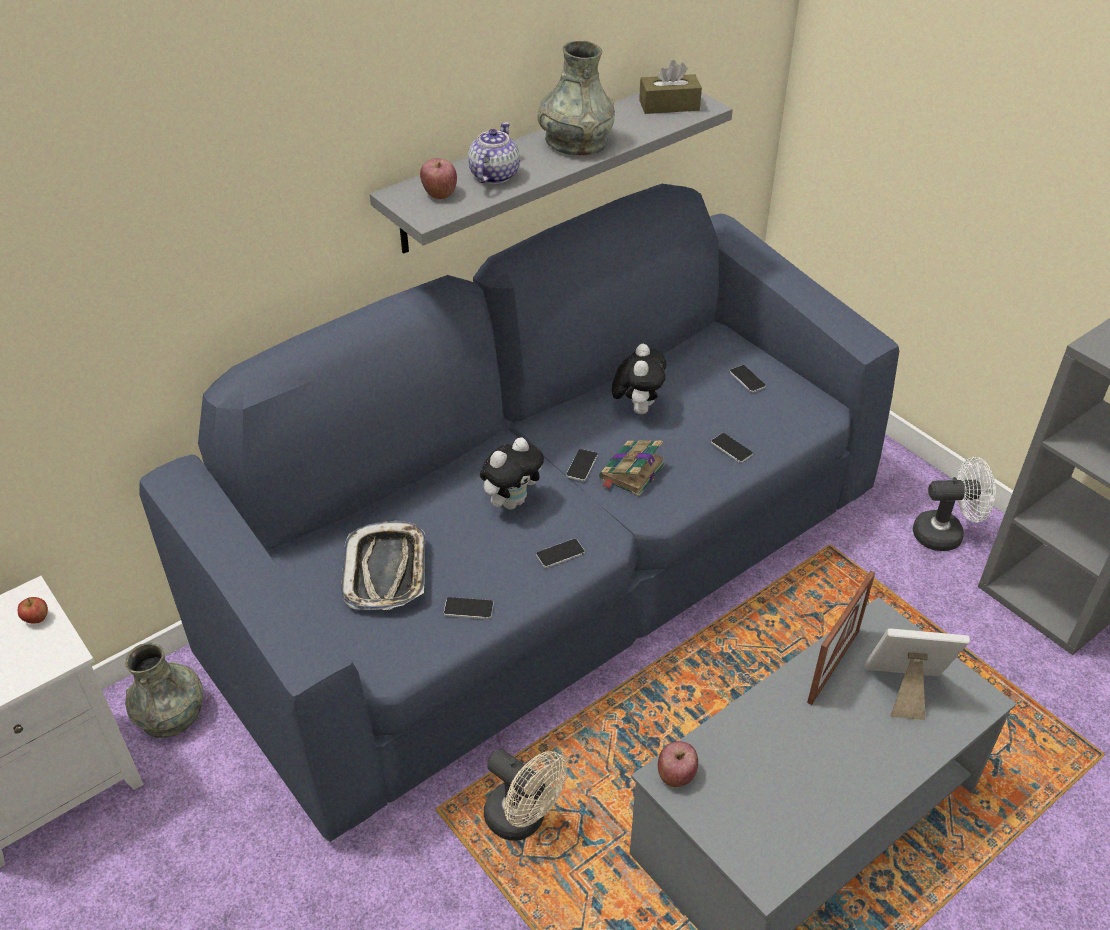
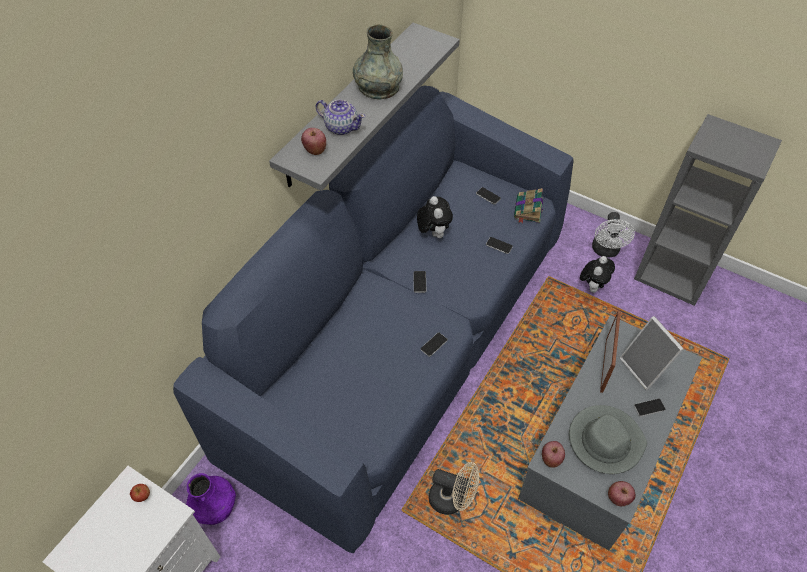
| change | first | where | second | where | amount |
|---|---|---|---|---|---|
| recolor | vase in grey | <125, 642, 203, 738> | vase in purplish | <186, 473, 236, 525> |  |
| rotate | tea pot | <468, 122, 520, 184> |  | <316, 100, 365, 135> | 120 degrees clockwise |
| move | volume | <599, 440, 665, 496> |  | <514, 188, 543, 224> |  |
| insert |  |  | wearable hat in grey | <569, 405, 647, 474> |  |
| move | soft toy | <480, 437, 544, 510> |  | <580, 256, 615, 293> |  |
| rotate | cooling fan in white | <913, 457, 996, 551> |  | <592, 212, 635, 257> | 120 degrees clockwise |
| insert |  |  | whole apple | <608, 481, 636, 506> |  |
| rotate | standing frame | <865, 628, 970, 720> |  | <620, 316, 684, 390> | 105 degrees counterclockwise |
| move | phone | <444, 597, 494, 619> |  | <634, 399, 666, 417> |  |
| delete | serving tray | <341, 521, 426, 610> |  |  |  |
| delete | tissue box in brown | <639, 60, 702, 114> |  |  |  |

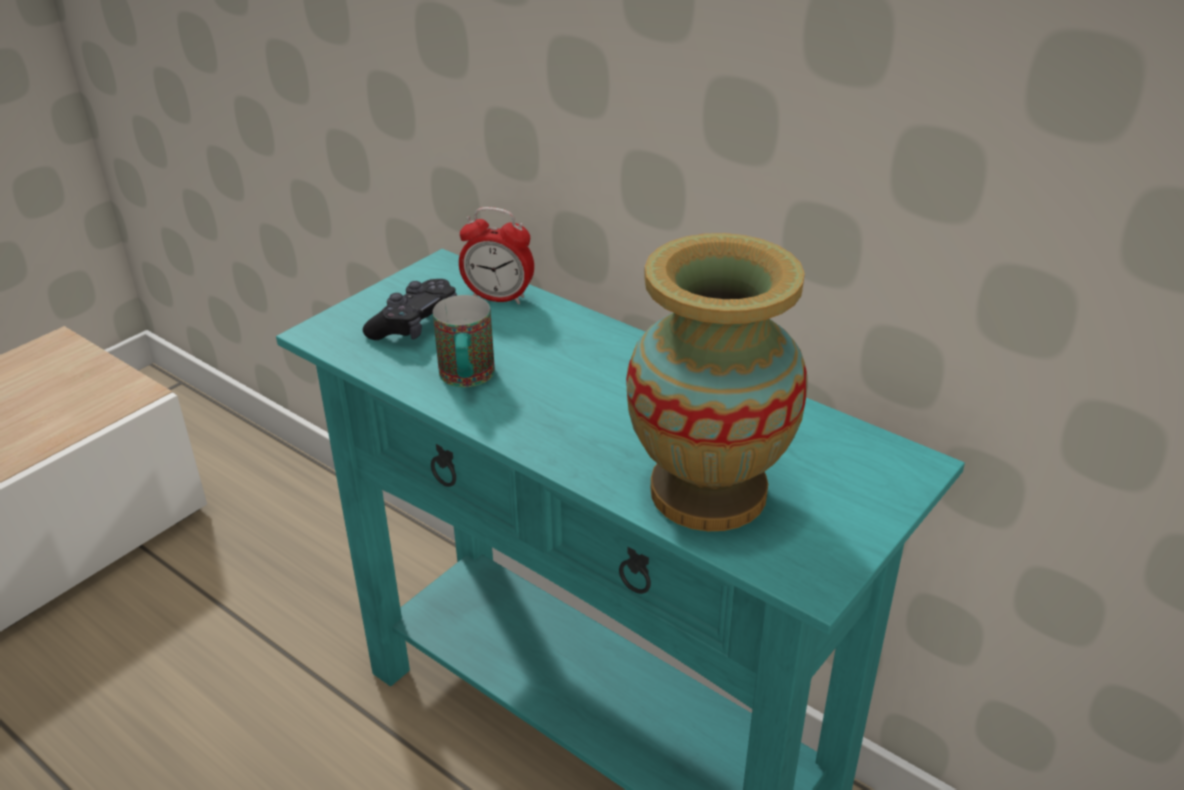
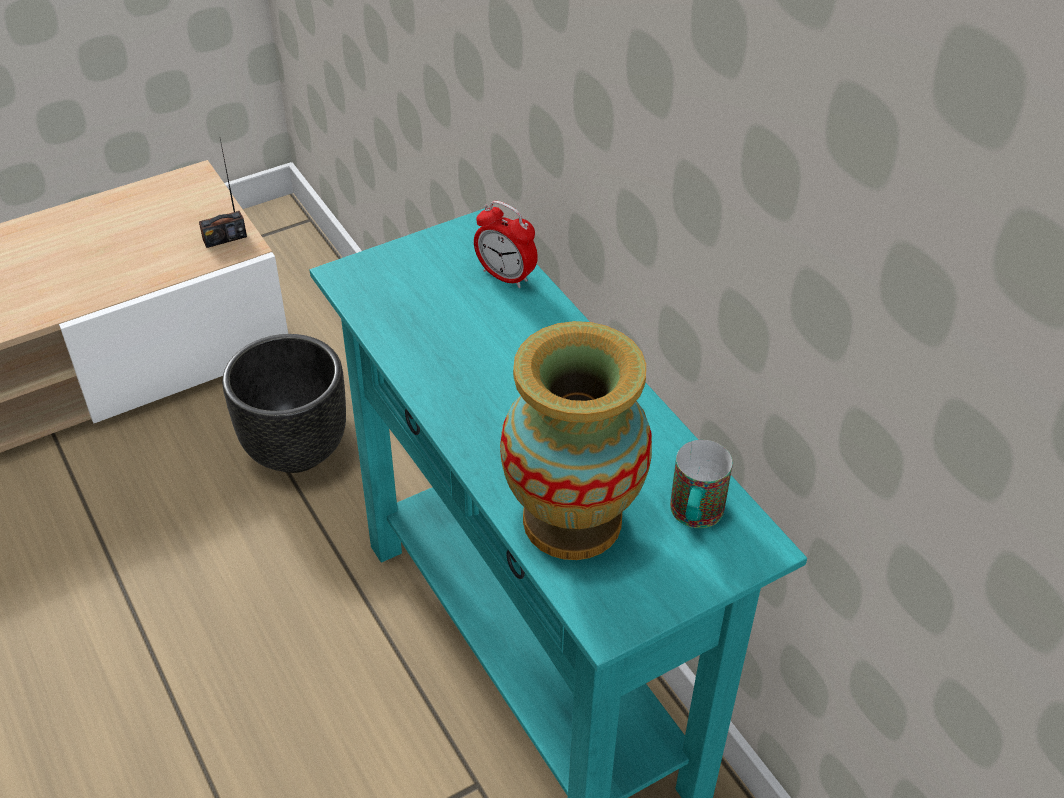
| change | first | where | second | where | amount |
|---|---|---|---|---|---|
| insert |  |  | radio | <199, 139, 247, 248> |  |
| insert |  |  | planter in black-coloured | <222, 334, 346, 473> |  |
| move | coffee mug | <433, 295, 495, 387> |  | <670, 440, 733, 528> |  |
| delete | game controller in black-coloured | <363, 279, 457, 340> |  |  |  |

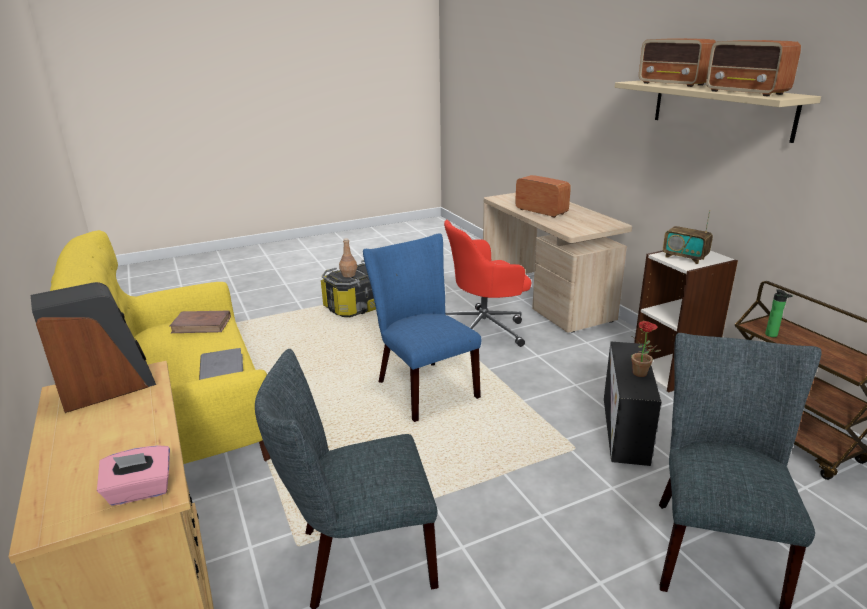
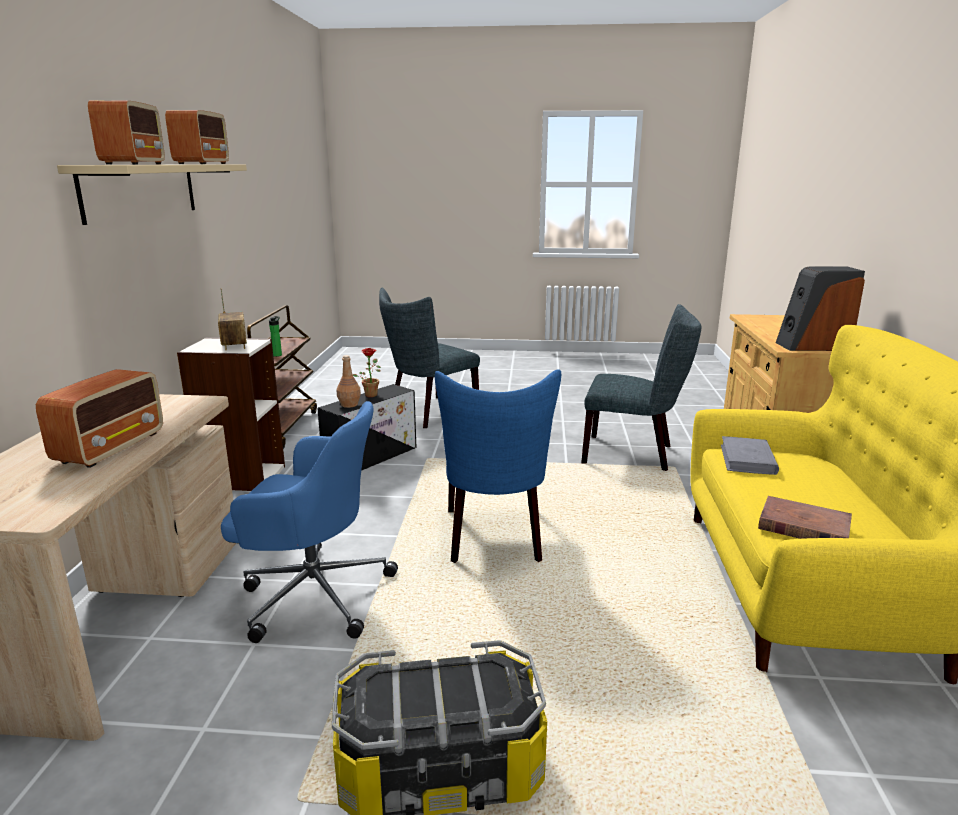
| change | first | where | second | where | amount |
|---|---|---|---|---|---|
| rotate | radio | <515, 175, 571, 218> |  | <36, 369, 163, 468> | 150 degrees counterclockwise |
| recolor | office chair in reddish | <444, 220, 531, 347> | office chair in bluish | <221, 401, 398, 643> |  |
| move | beverage bottle in brown | <339, 238, 357, 278> |  | <337, 355, 361, 408> |  |
| delete | tissue box in pink | <97, 445, 170, 506> |  |  |  |

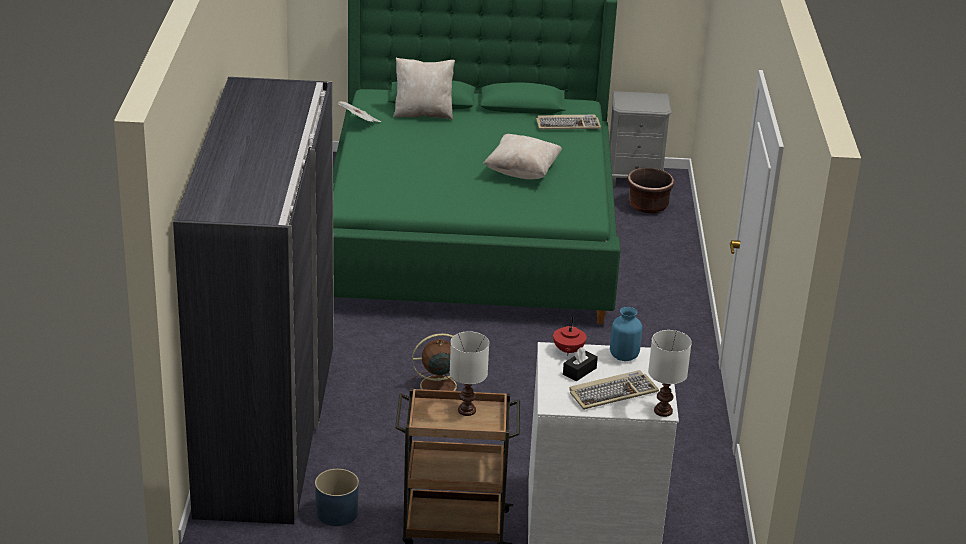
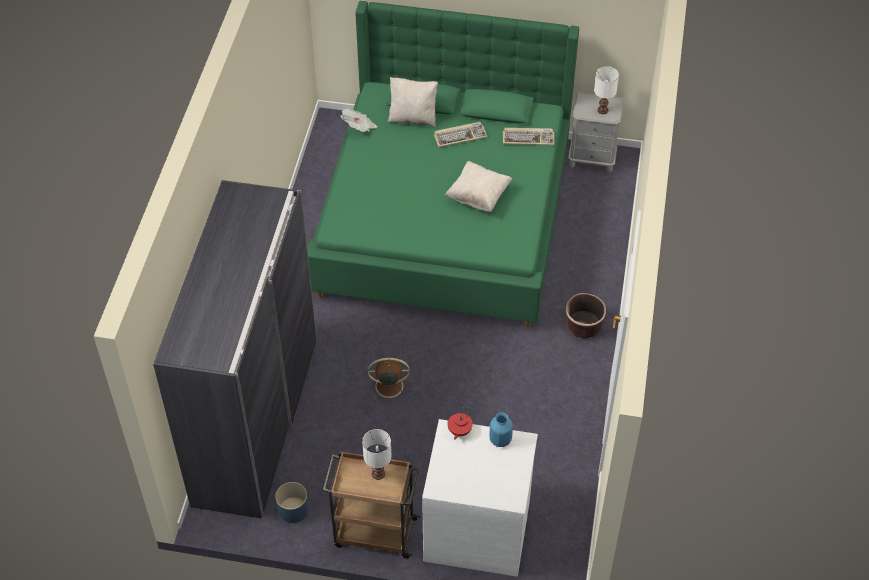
| change | first | where | second | where | amount |
|---|---|---|---|---|---|
| move | keyboard | <569, 370, 659, 410> |  | <434, 122, 488, 147> |  |
| move | planter in brown | <627, 167, 674, 213> |  | <565, 293, 606, 338> |  |
| move | lamp for a table in white | <648, 330, 692, 417> |  | <594, 66, 619, 114> |  |
| delete | tissue box in black-coloured | <563, 347, 598, 381> |  |  |  |

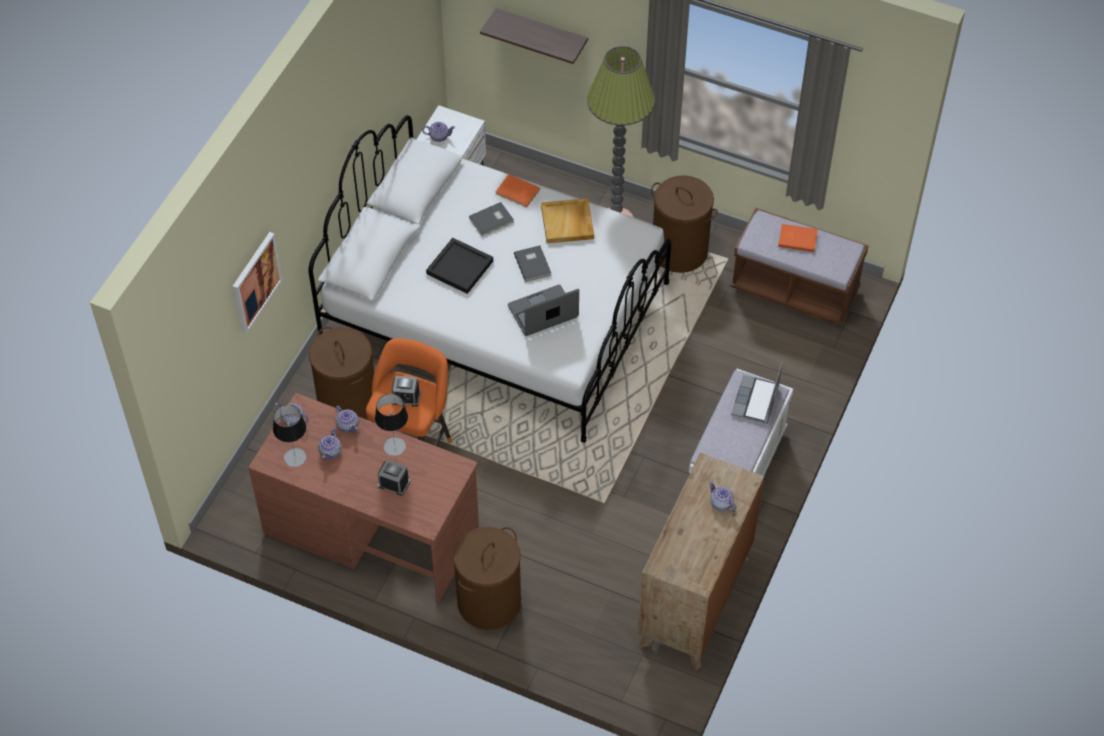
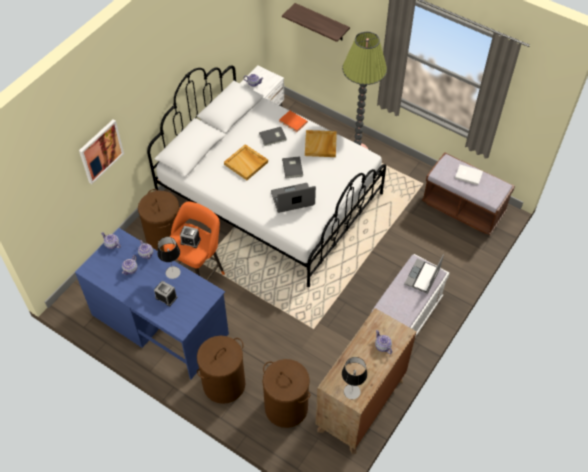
| change | first | where | second | where | amount |
|---|---|---|---|---|---|
| recolor | desk in brown | <248, 393, 479, 603> | desk in bluish | <75, 228, 229, 379> |  |
| recolor | serving tray in black-coloured | <426, 238, 493, 294> | serving tray in beige-coloured | <224, 144, 268, 180> |  |
| move | hamper in brown | <651, 175, 718, 273> |  | <263, 359, 310, 428> |  |
| move | lamp for a table | <273, 405, 306, 467> |  | <342, 357, 367, 399> |  |
| recolor | volume in orangey | <778, 224, 818, 252> | volume in white | <455, 165, 483, 185> |  |

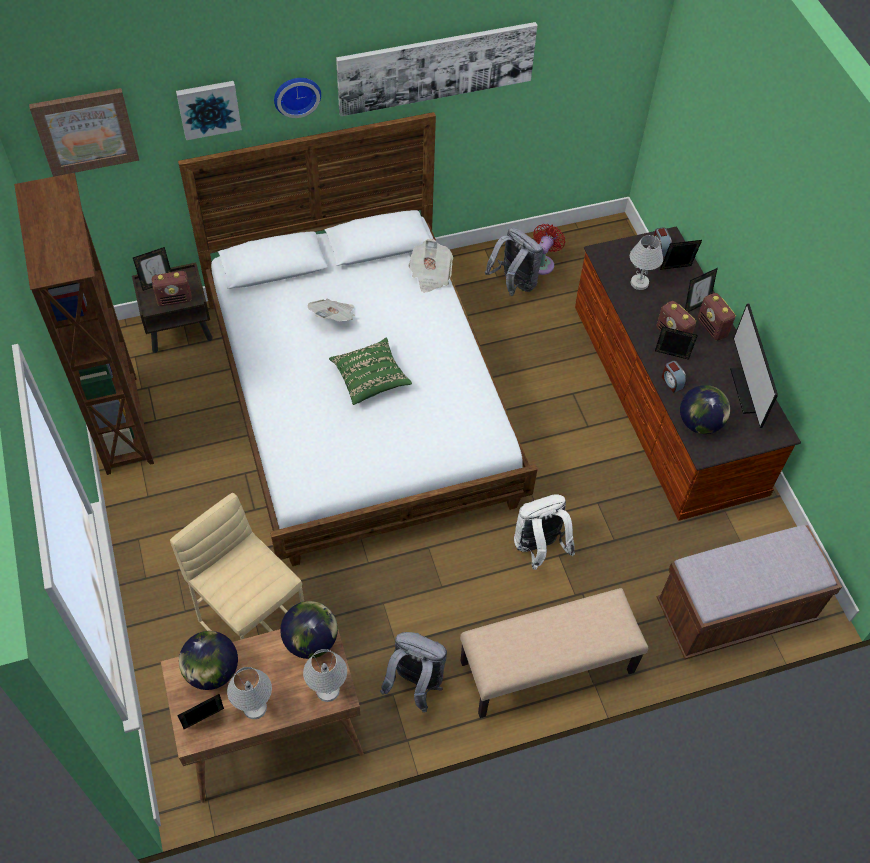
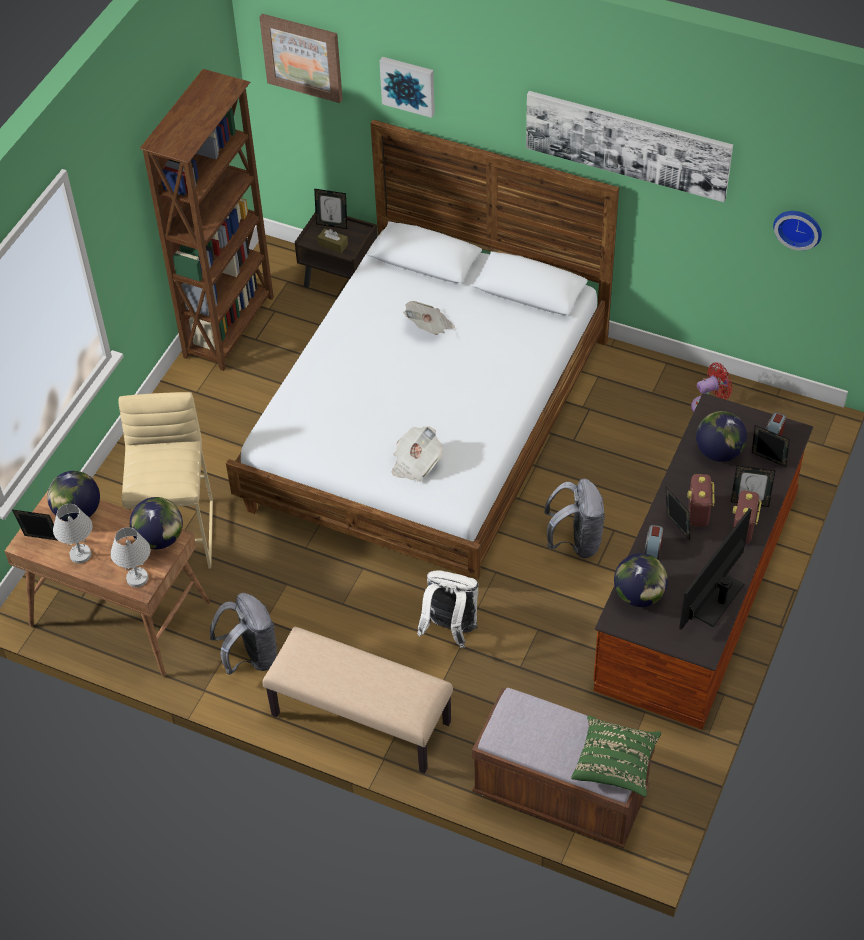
| change | first | where | second | where | amount |
|---|---|---|---|---|---|
| replace | radio | <152, 271, 192, 306> | tissue box in brown | <318, 228, 348, 253> |  |
| move | daily paper | <409, 239, 453, 293> |  | <392, 426, 443, 481> |  |
| move | rucksack in grey | <485, 228, 543, 296> |  | <544, 479, 605, 558> |  |
| move | throw pillow in green-coloured | <329, 338, 412, 405> |  | <571, 715, 661, 797> |  |
| replace | lamp for a table in white | <630, 235, 663, 290> | world globe | <696, 411, 747, 462> |  |
| move | clock on the wall | <274, 78, 321, 118> |  | <773, 211, 822, 251> |  |

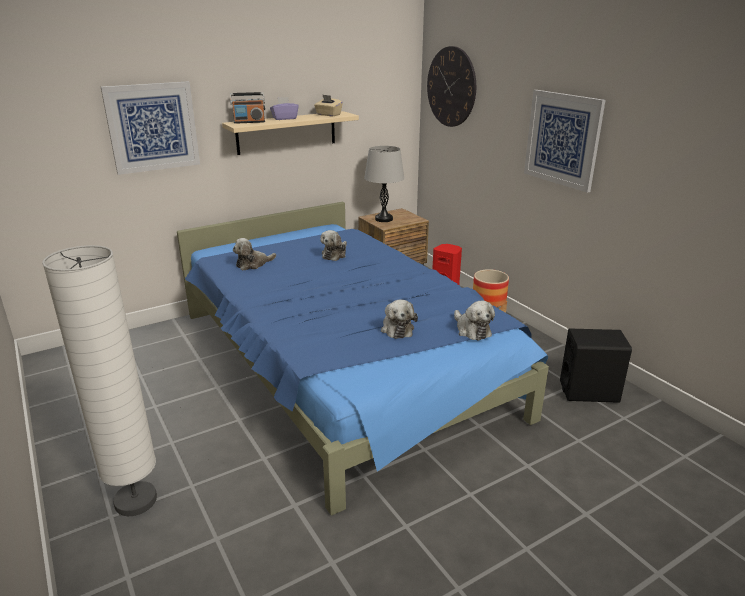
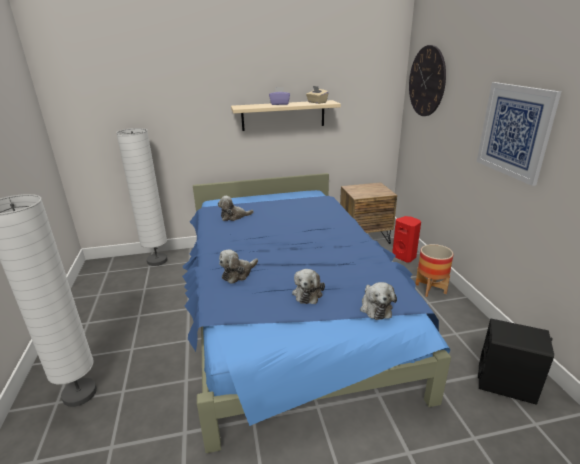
| change | first | where | second | where | amount |
|---|---|---|---|---|---|
| insert |  |  | floor lamp in white | <116, 128, 167, 266> |  |
| move | soft toy | <320, 230, 347, 261> |  | <219, 249, 258, 284> |  |
| delete | wall picture | <101, 81, 200, 175> |  |  |  |
| delete | radio | <230, 92, 265, 124> |  |  |  |
| delete | lamp for a table in grey | <364, 146, 404, 222> |  |  |  |

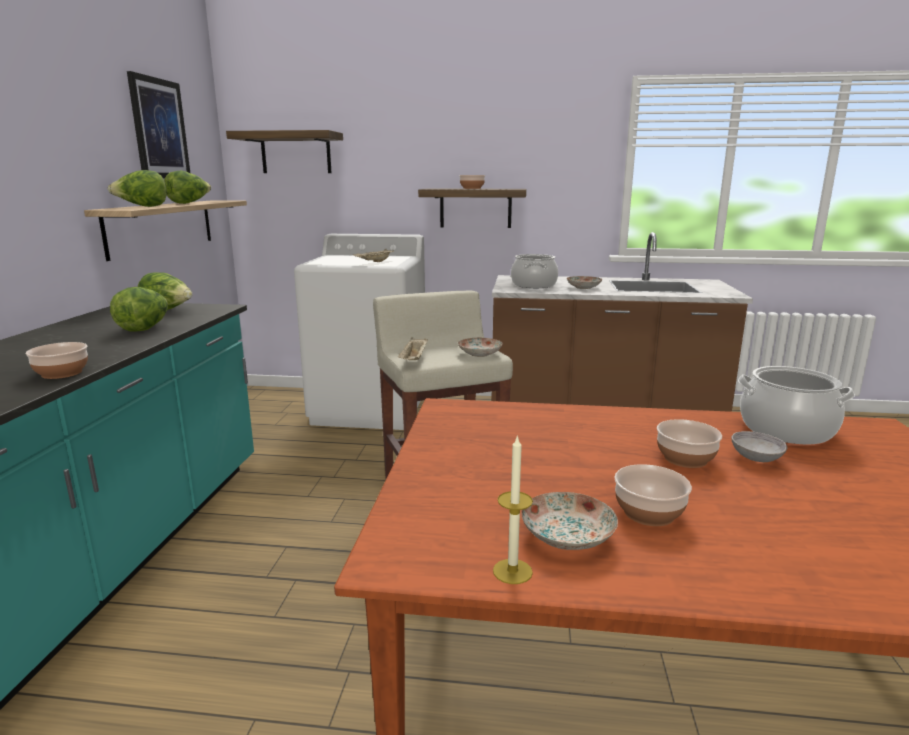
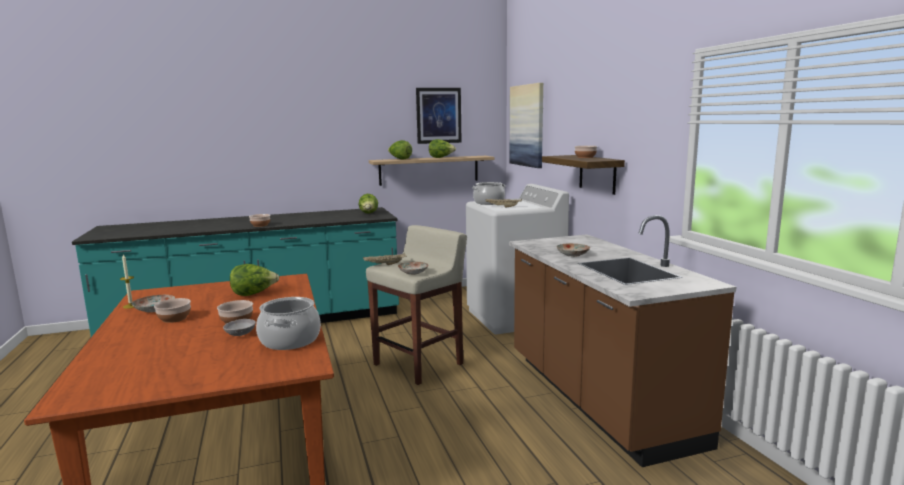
| change | first | where | second | where | amount |
|---|---|---|---|---|---|
| move | head of lettuce | <110, 287, 168, 332> |  | <230, 264, 279, 296> |  |
| move | saucepot | <511, 254, 558, 288> |  | <472, 182, 506, 205> |  |
| replace | wall shelf | <226, 130, 343, 173> | wall picture | <510, 83, 543, 168> |  |

